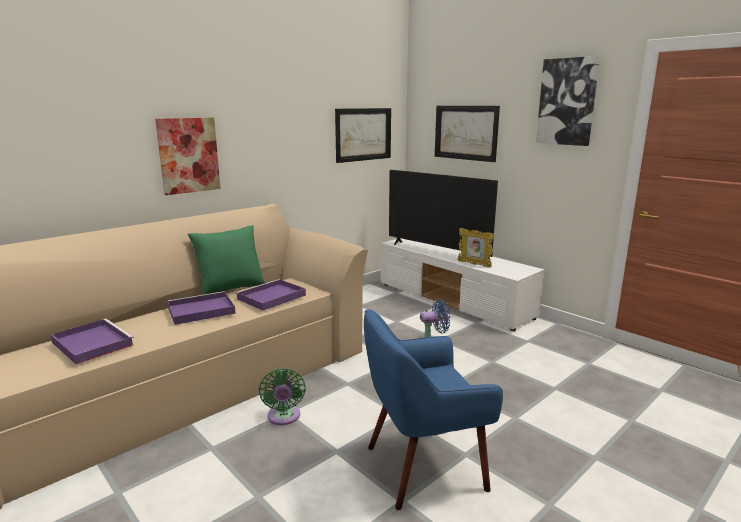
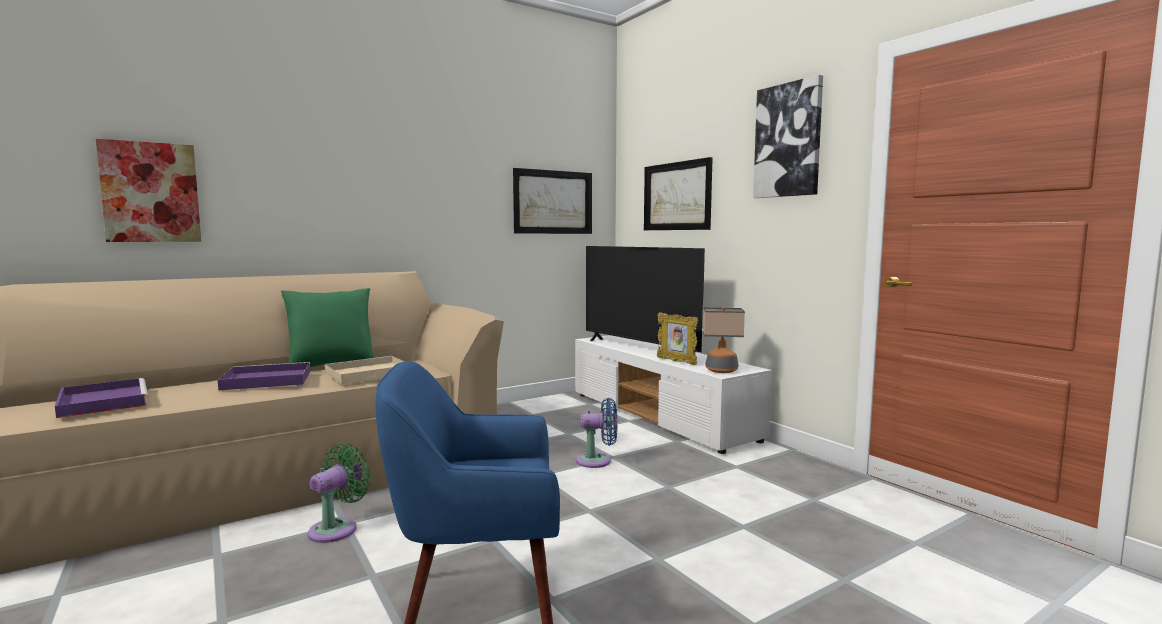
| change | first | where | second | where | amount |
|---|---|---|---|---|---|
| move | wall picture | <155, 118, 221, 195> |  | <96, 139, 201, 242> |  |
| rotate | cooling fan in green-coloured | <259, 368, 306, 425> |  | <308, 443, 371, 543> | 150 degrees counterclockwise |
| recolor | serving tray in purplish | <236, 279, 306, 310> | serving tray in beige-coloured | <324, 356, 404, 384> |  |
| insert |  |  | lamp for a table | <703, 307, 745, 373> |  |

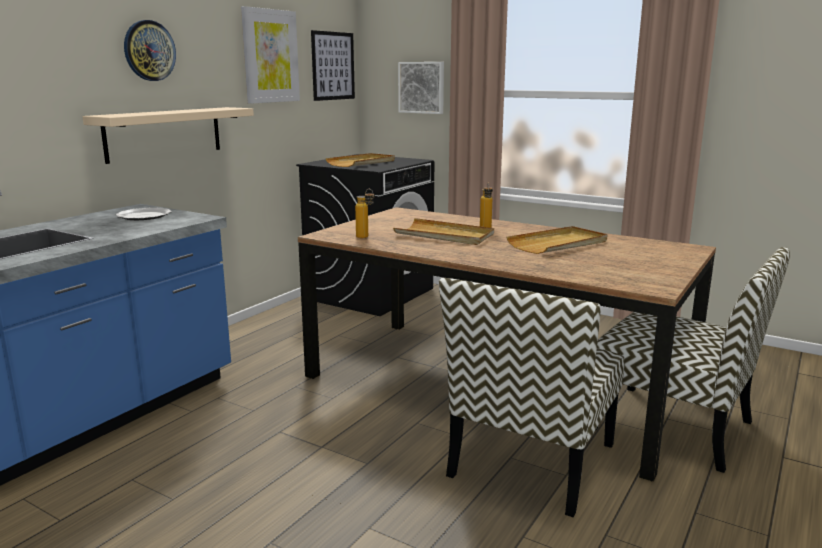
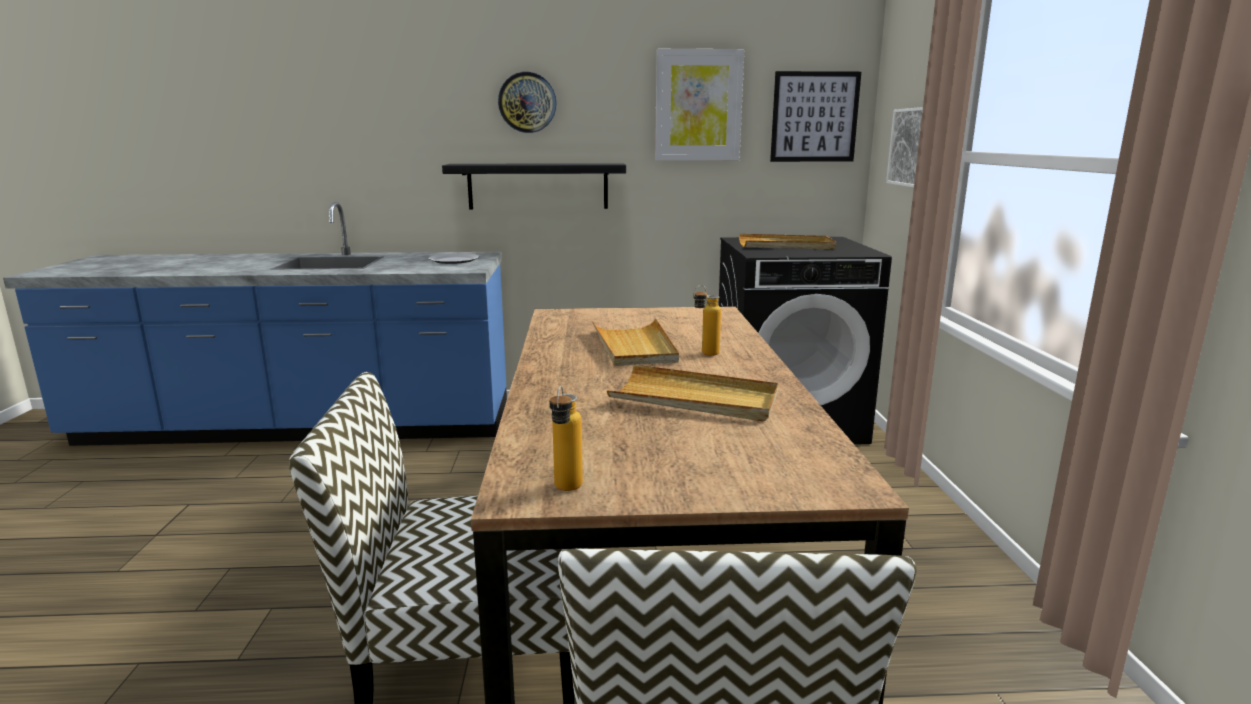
| change | first | where | second | where | amount |
|---|---|---|---|---|---|
| recolor | wall shelf in beige-coloured | <82, 107, 254, 164> | wall shelf in black-coloured | <442, 163, 626, 209> |  |
| move | beverage bottle | <355, 189, 374, 238> |  | <549, 385, 583, 491> |  |

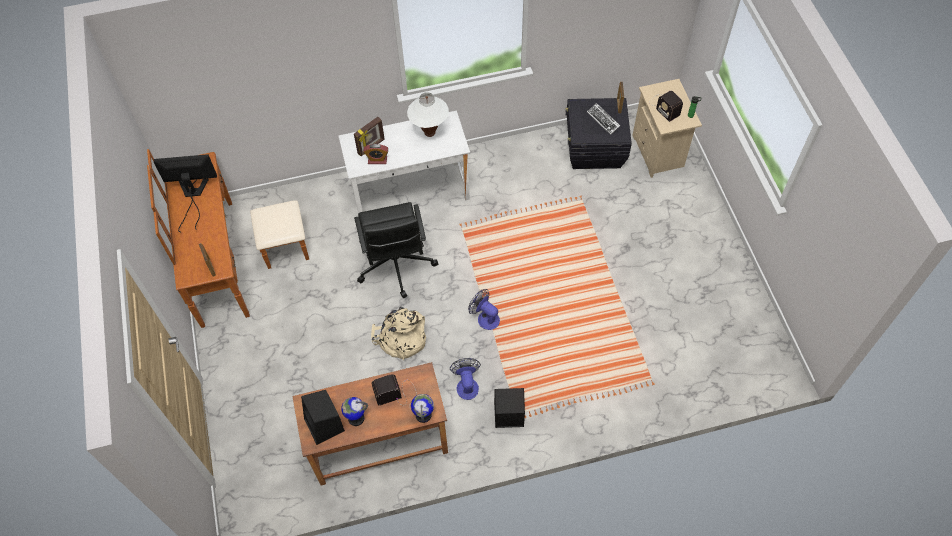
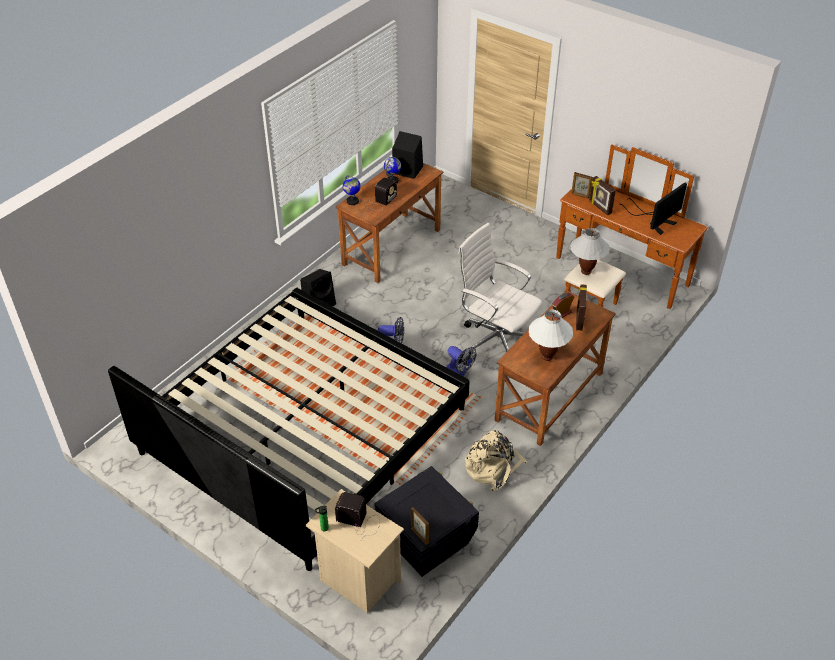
| change | first | where | second | where | amount |
|---|---|---|---|---|---|
| insert |  |  | sleeping bed | <108, 288, 470, 571> |  |
| move | cooling fan | <450, 358, 481, 400> |  | <446, 346, 476, 376> |  |
| recolor | office chair in black-coloured | <354, 202, 438, 299> | office chair in white | <458, 223, 542, 355> |  |
| move | rucksack in beige-coloured | <371, 307, 426, 360> |  | <465, 430, 527, 491> |  |
| recolor | desk in white | <339, 110, 470, 213> | desk in brown | <494, 290, 616, 446> |  |
| insert |  |  | lamp for a table in white | <570, 228, 610, 275> |  |
| insert |  |  | standing frame | <589, 176, 616, 215> |  |
| delete | keyboard | <587, 103, 620, 135> |  |  |  |

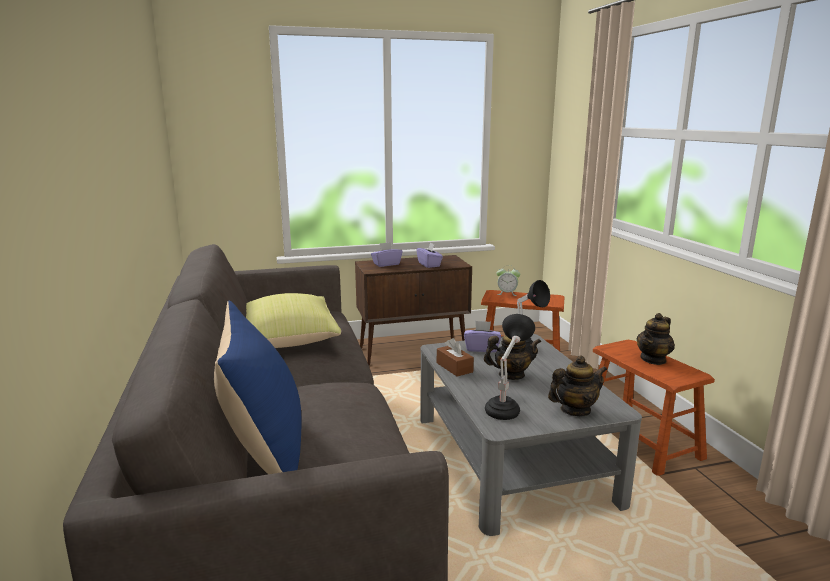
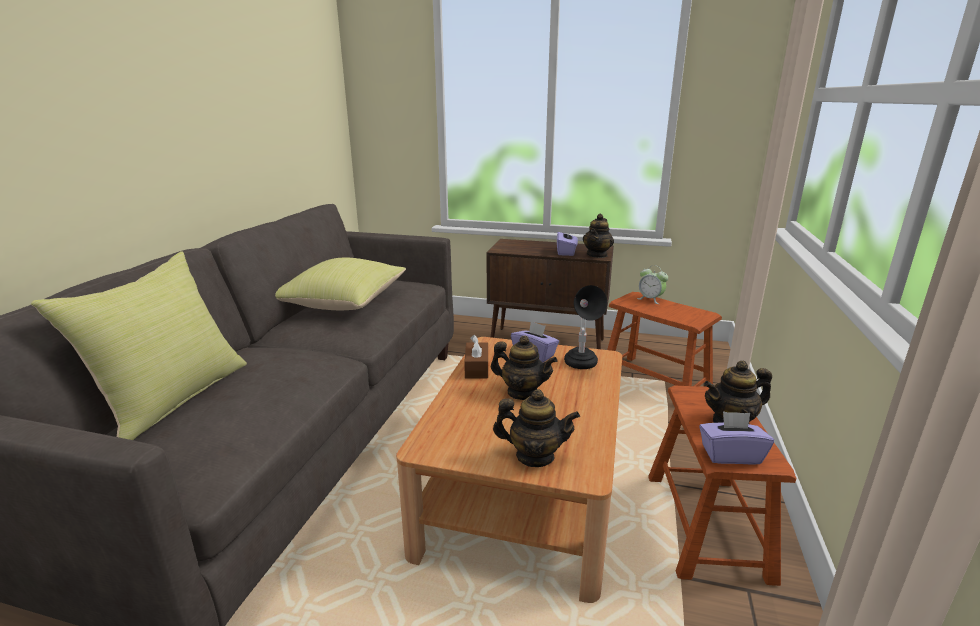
| change | first | where | second | where | amount |
|---|---|---|---|---|---|
| recolor | throw pillow in bluish | <214, 301, 302, 474> | throw pillow in yellow | <31, 251, 247, 440> |  |
| recolor | coffee table in grey | <420, 334, 642, 536> | coffee table in brown | <396, 337, 622, 603> |  |
| insert |  |  | tea pot | <583, 214, 614, 258> |  |
| move | tissue box in purplish | <371, 242, 402, 267> |  | <699, 411, 774, 465> |  |
| delete | lamp for a table in black-coloured | <485, 314, 535, 420> |  |  |  |

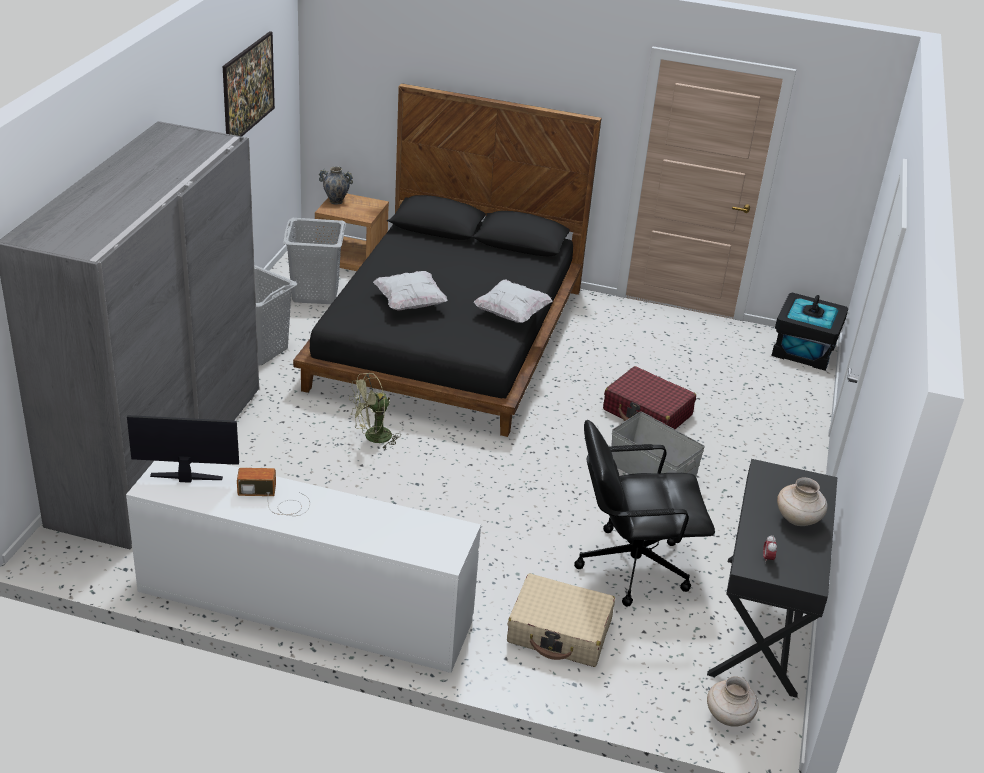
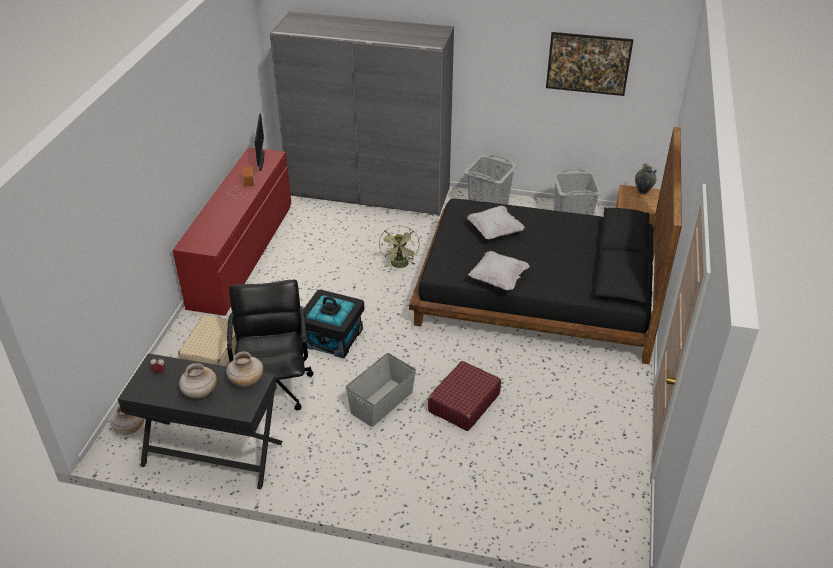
| change | first | where | second | where | amount |
|---|---|---|---|---|---|
| recolor | chest of drawers in white | <126, 461, 481, 673> | chest of drawers in reddish | <172, 147, 291, 316> |  |
| insert |  |  | vase in beige-coloured | <226, 352, 263, 387> |  |
| move | storage container in black-coloured | <771, 293, 849, 371> |  | <304, 289, 365, 358> |  |
| rotate | cooling fan in green-coloured | <349, 373, 401, 448> |  | <379, 225, 420, 268> | 150 degrees counterclockwise |

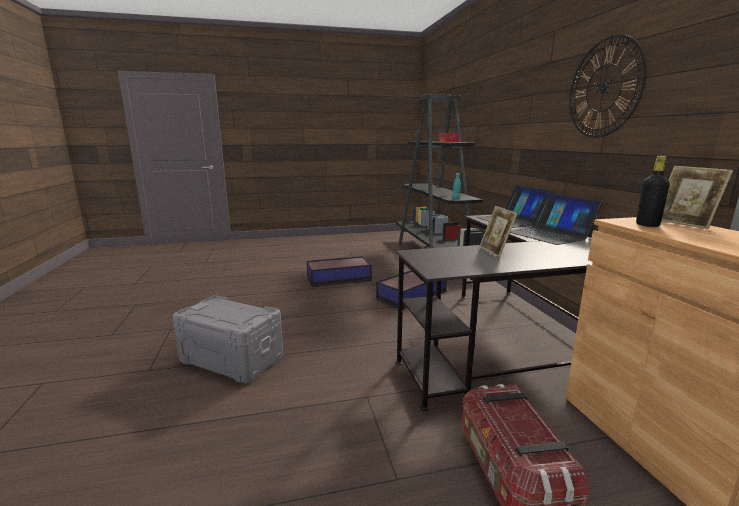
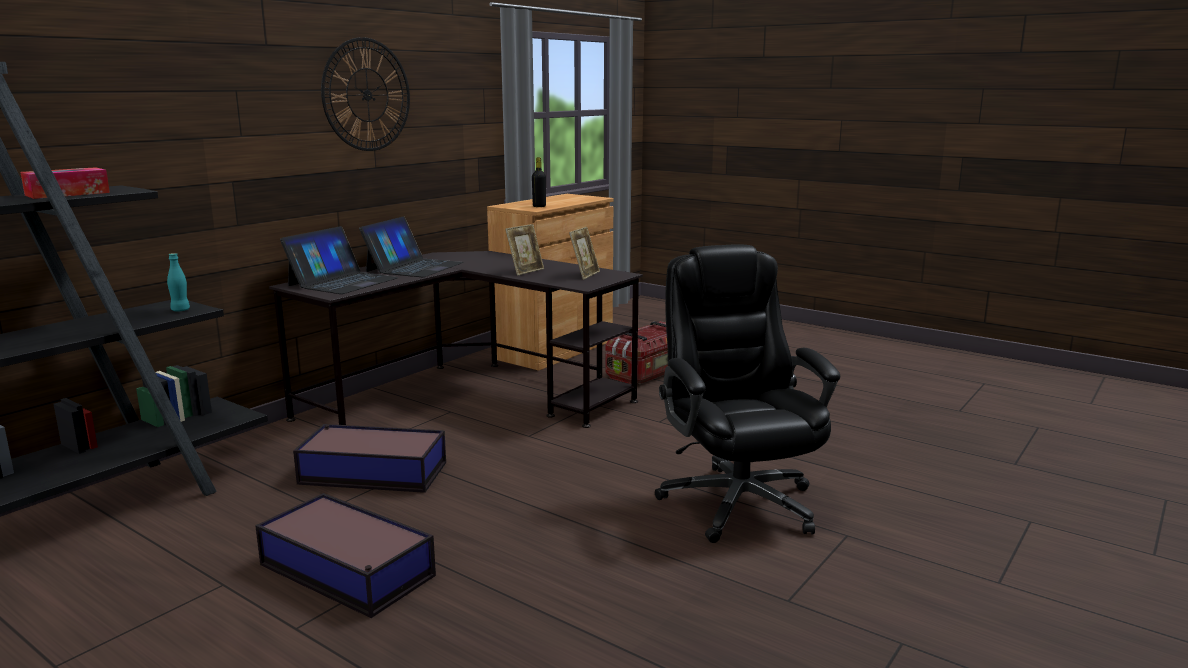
| change | first | where | second | where | amount |
|---|---|---|---|---|---|
| move | standing frame | <662, 166, 733, 229> |  | <569, 227, 600, 280> |  |
| replace | storage container in grey | <173, 295, 283, 383> | office chair in black-coloured | <655, 244, 840, 543> |  |

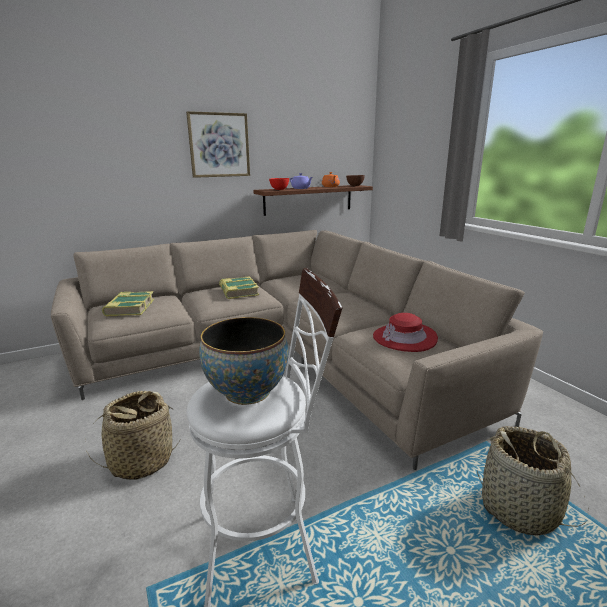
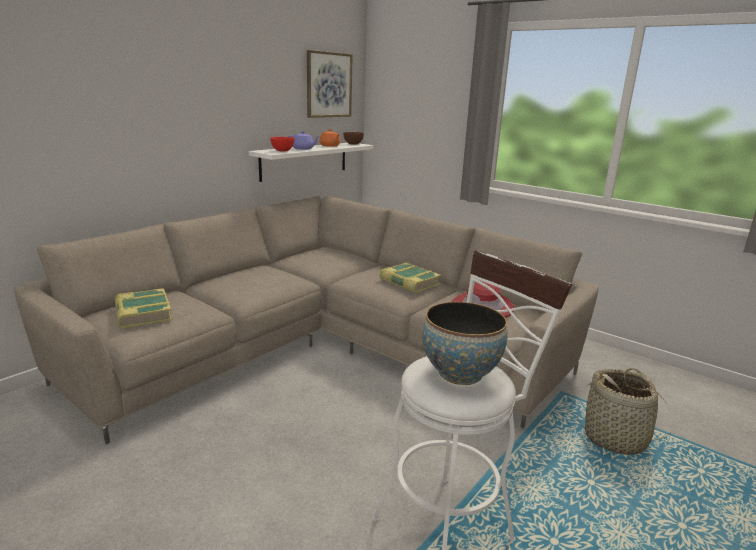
| change | first | where | second | where | amount |
|---|---|---|---|---|---|
| recolor | wall shelf in brown | <253, 185, 373, 216> | wall shelf in white | <249, 143, 373, 182> |  |
| move | wall picture | <186, 111, 250, 178> |  | <307, 50, 353, 118> |  |
| move | volume | <219, 276, 259, 299> |  | <380, 263, 441, 293> |  |
| delete | basket | <85, 391, 181, 480> |  |  |  |

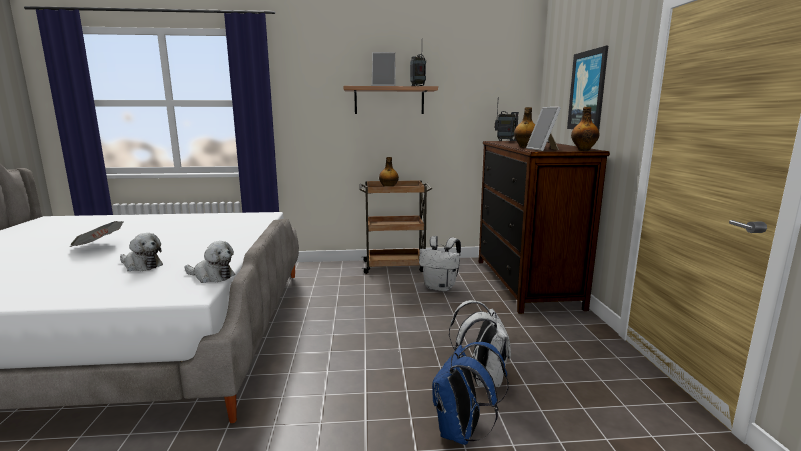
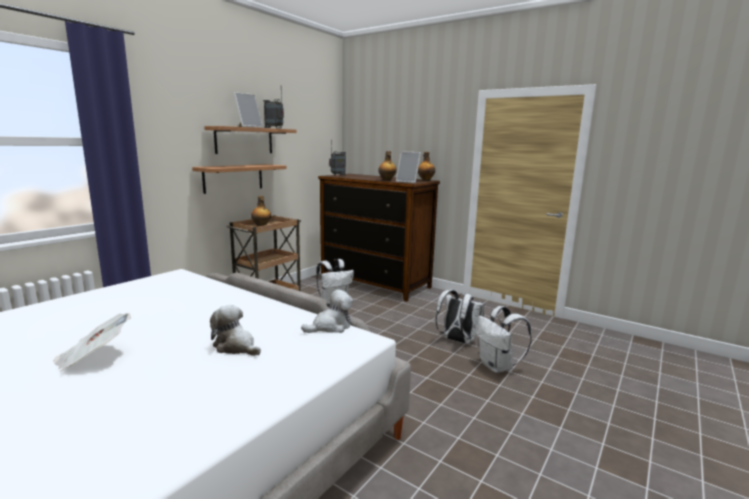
| change | first | where | second | where | amount |
|---|---|---|---|---|---|
| insert |  |  | wall shelf | <192, 164, 287, 194> |  |
| rotate | soft toy | <120, 233, 163, 271> |  | <210, 305, 261, 356> | 120 degrees counterclockwise |
| recolor | rucksack in bluish | <432, 342, 509, 445> | rucksack in white | <475, 306, 532, 373> |  |
| delete | wall picture | <567, 46, 608, 130> |  |  |  |

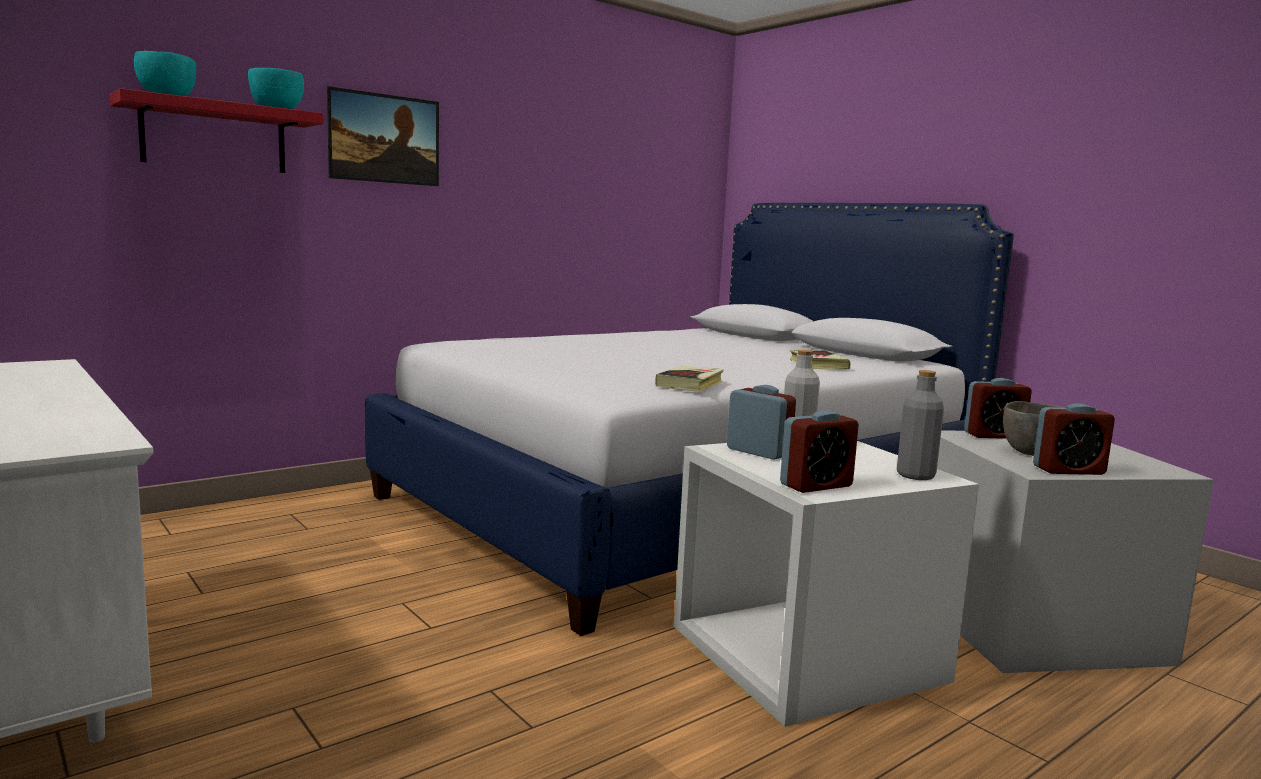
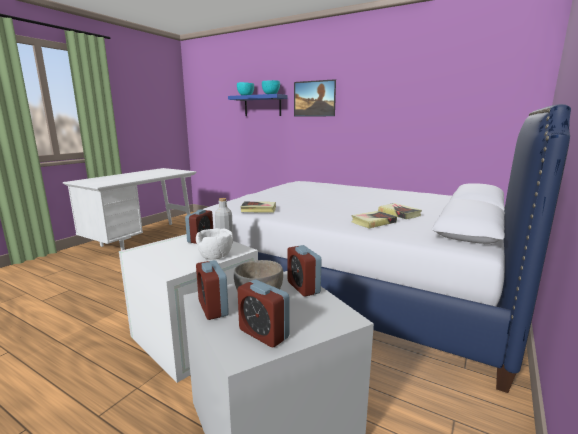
| change | first | where | second | where | amount |
|---|---|---|---|---|---|
| insert |  |  | bowl in white | <196, 228, 233, 260> |  |
| recolor | wall shelf in reddish | <109, 88, 324, 173> | wall shelf in bluish | <228, 94, 287, 116> |  |
| move | table clock | <780, 410, 859, 493> |  | <237, 280, 289, 347> |  |
| insert |  |  | volume | <378, 203, 422, 219> |  |
| delete | beverage bottle in grey | <897, 370, 944, 480> |  |  |  |

